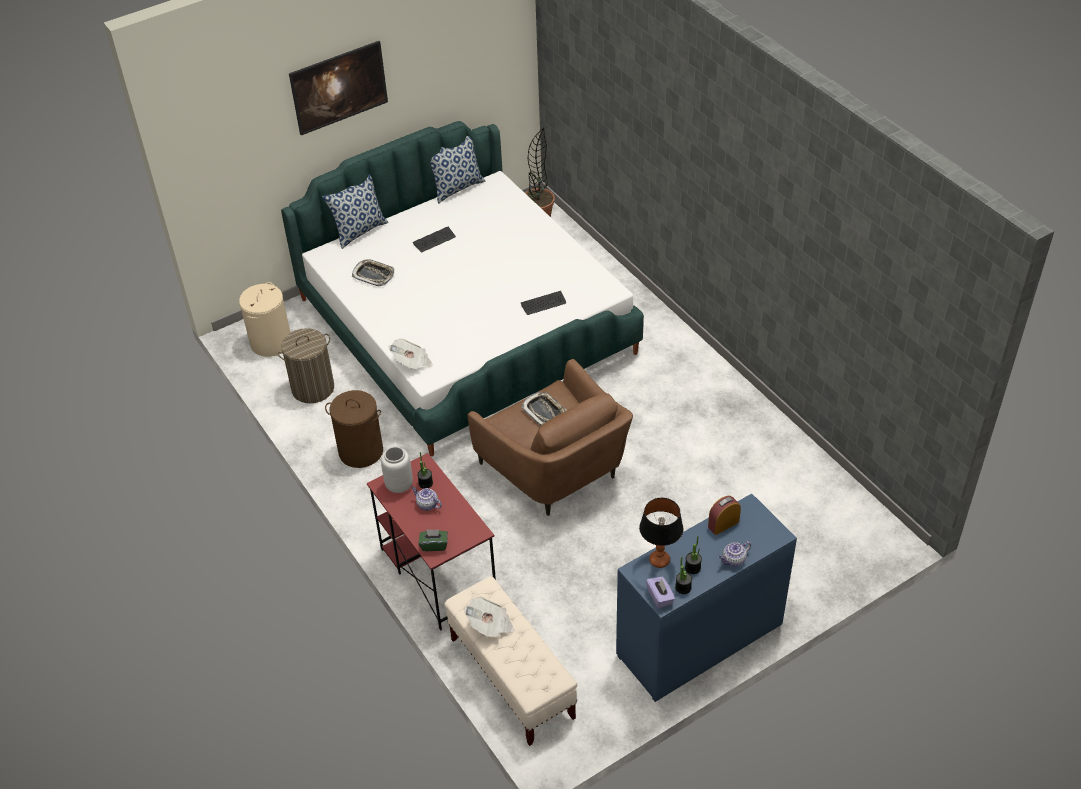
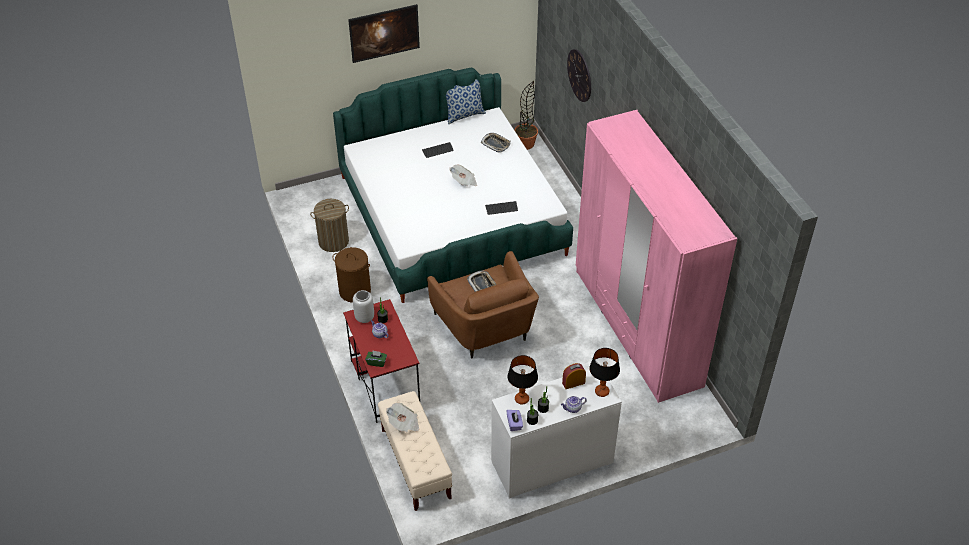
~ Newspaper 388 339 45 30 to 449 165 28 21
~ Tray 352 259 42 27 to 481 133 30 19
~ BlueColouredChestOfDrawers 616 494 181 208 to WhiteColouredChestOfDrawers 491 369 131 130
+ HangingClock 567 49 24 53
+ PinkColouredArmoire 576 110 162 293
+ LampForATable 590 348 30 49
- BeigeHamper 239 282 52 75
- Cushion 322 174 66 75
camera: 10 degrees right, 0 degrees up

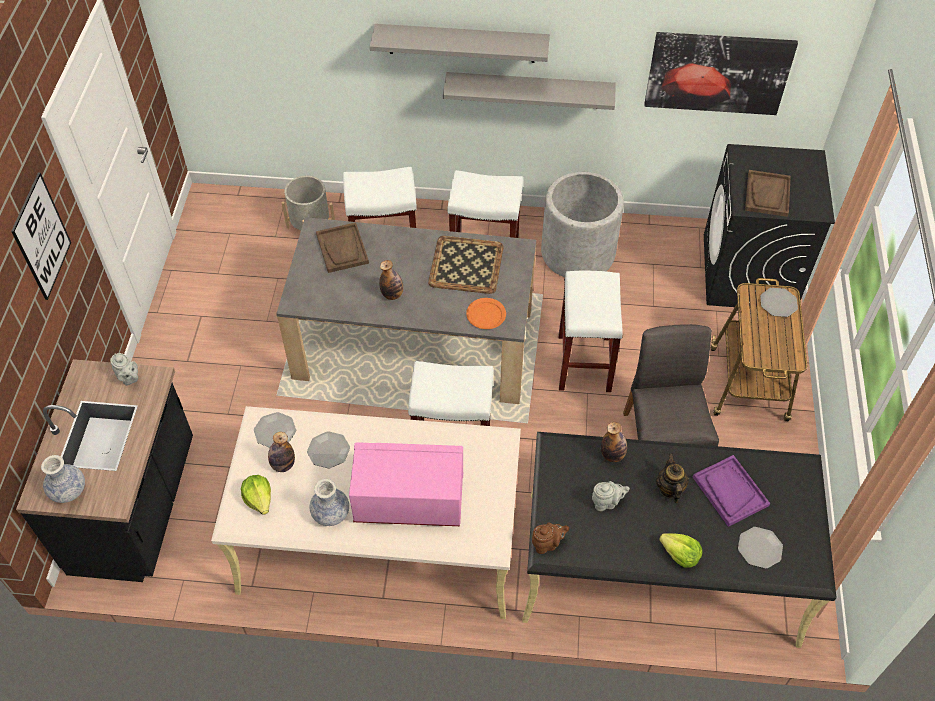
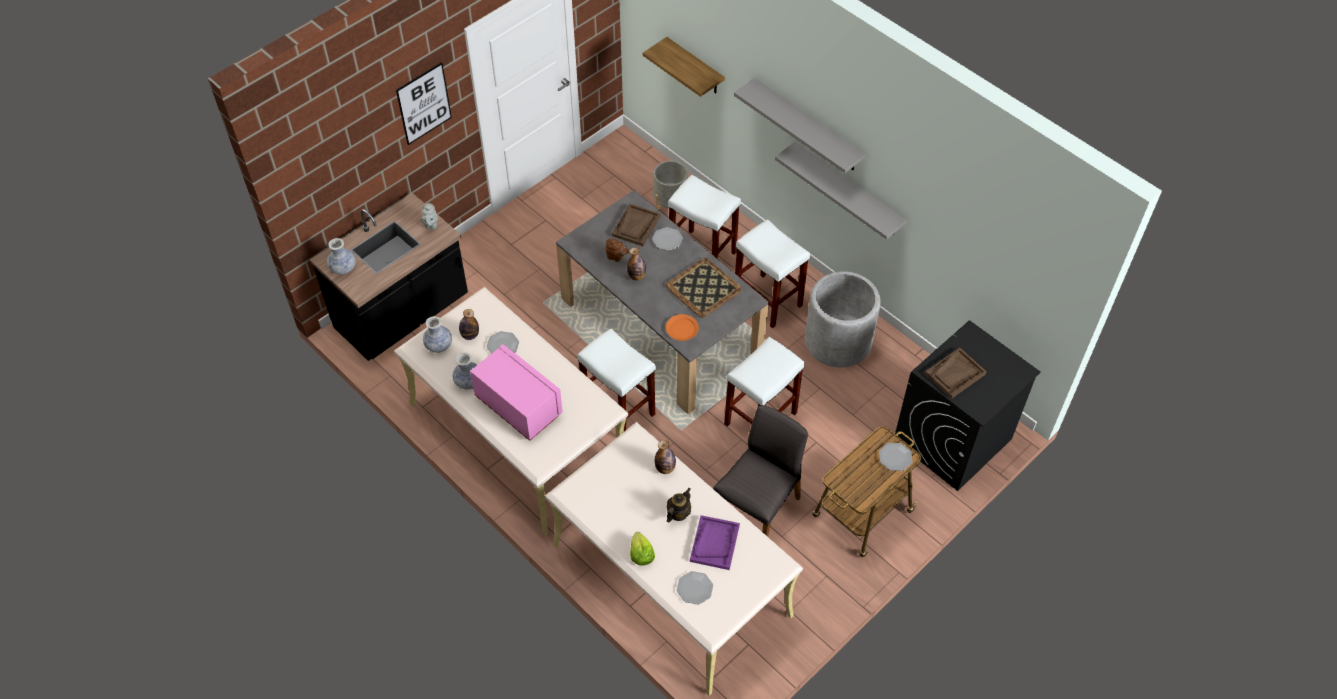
~ LettuceHead 241 475 30 40 to FlowerVase 423 316 29 37
~ BlackColouredDesk 522 432 315 216 to BeigeDesk 545 422 258 274
~ BrownColouredTeaPot 532 522 37 32 to 606 239 24 23
+ BracketShelf 643 37 82 60
~ Plate 254 412 42 36 to 652 227 31 24
- GreyTeaPot 592 481 38 30
- WallArt 644 32 154 83
camera: 40 degrees right, 0 degrees up

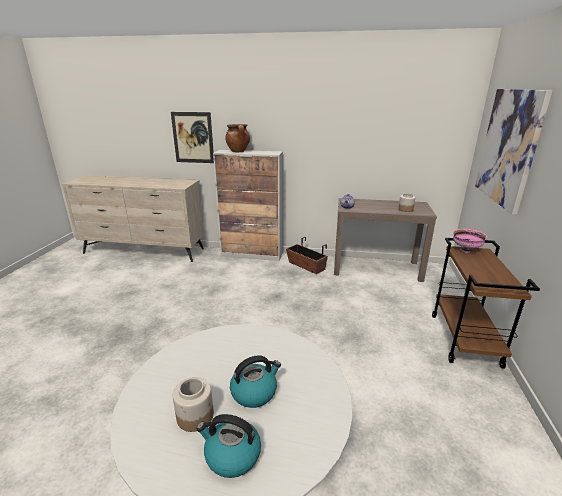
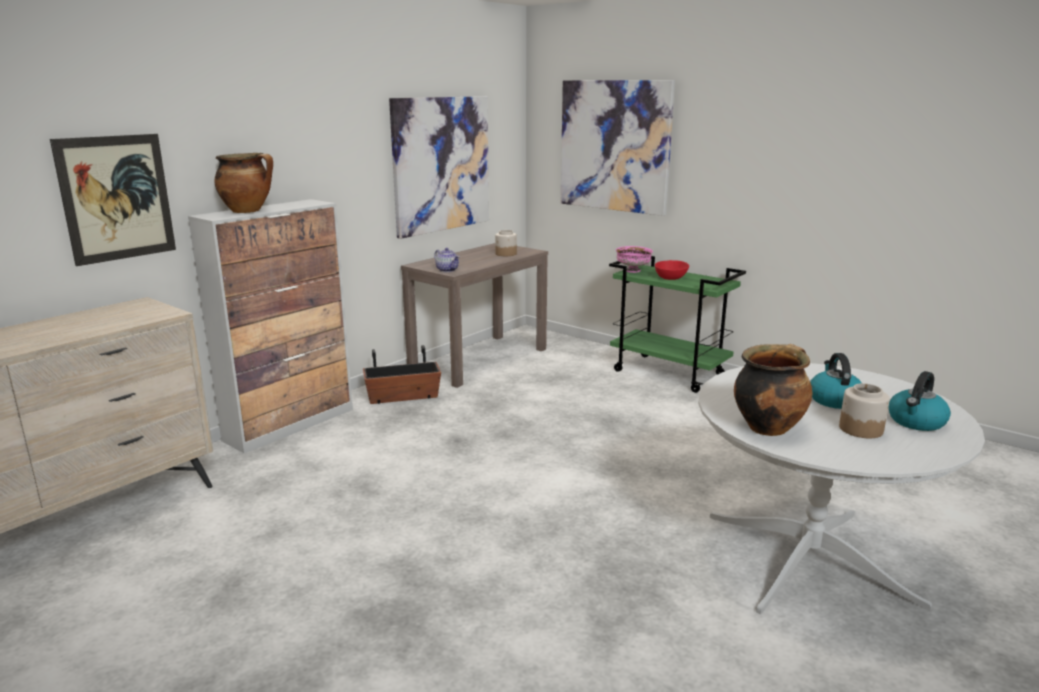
+ WallArt 389 96 100 143
~ BrownColouredTrolley 432 238 108 131 to GreenishTrolley 609 256 137 137
+ RedServingBowl 655 260 34 20
+ CookingPot 734 344 79 92
camera: 60 degrees left, 5 degrees down

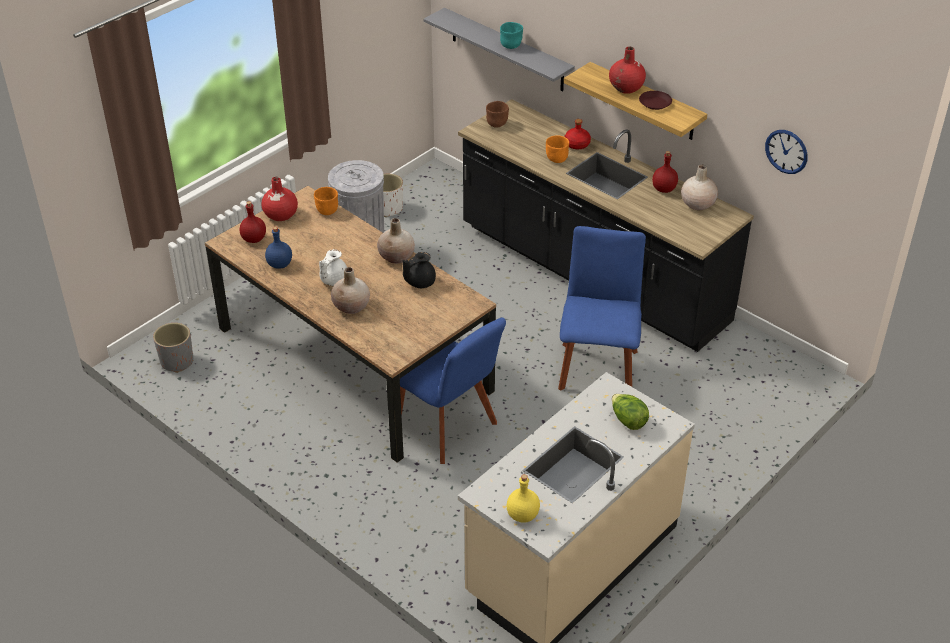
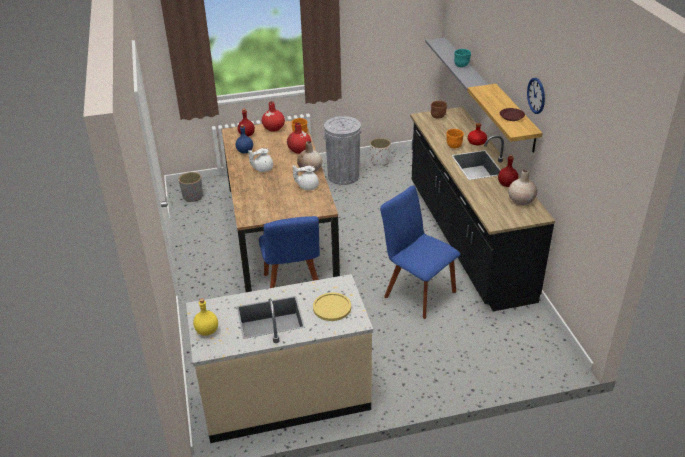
~ RedFlowerVase 609 46 37 48 to 287 123 24 31
~ BlackColouredTeaPot 403 252 33 36 to WhiteColouredTeaPot 293 165 26 25
~ LettuceHead 612 394 37 36 to YellowColouredPlate 313 293 38 28
~ BlueColouredChair 558 226 88 164 = 380 186 80 133 90 degrees counterclockwise
~ HangingClock 765 130 43 44 to 527 78 18 36
- BeigeFlowerVase 331 267 39 47
camera: 35 degrees right, 5 degrees down

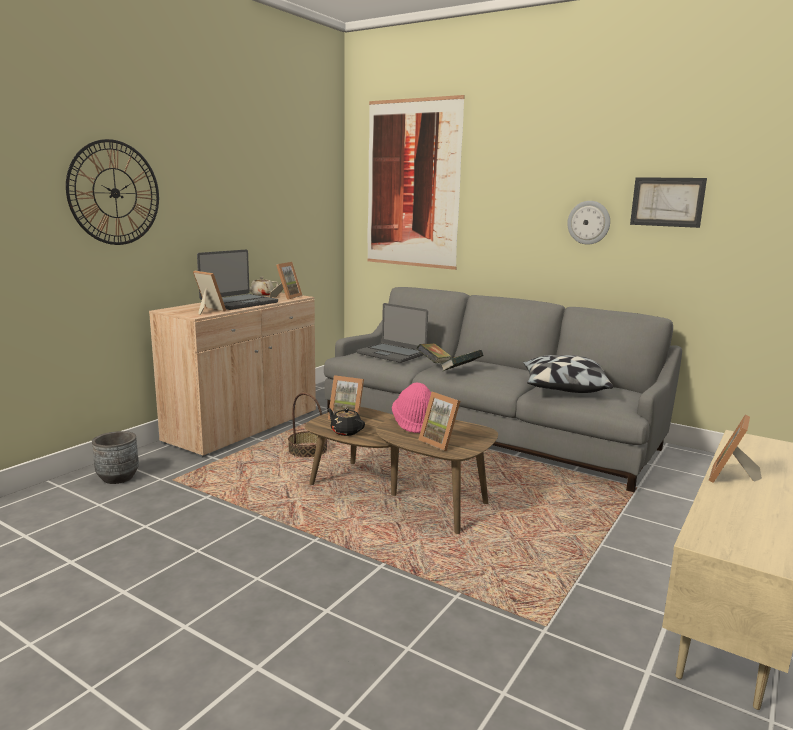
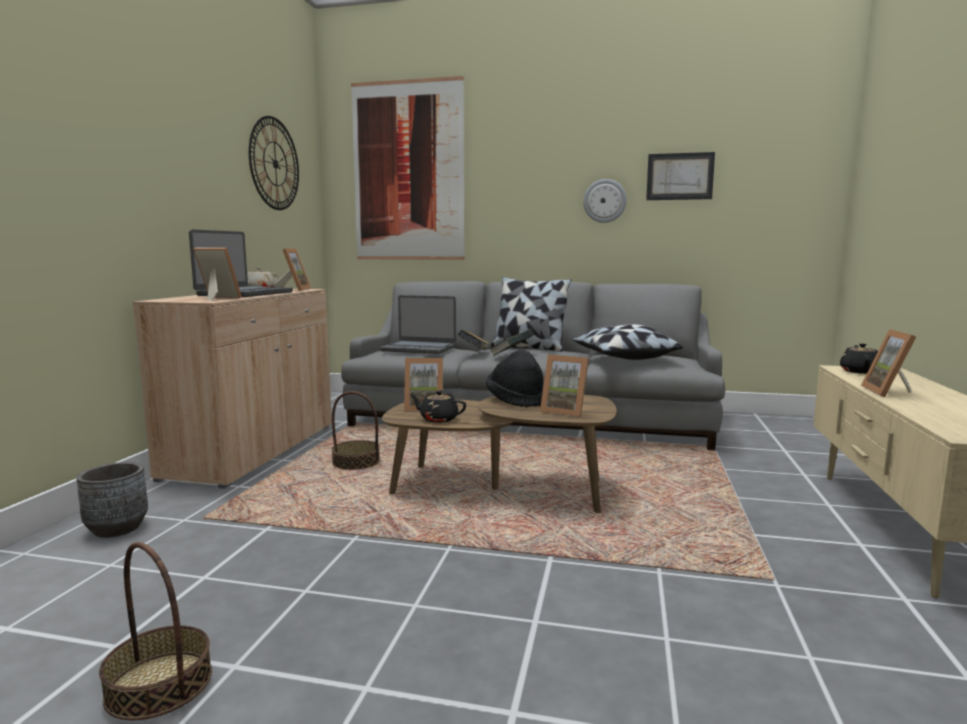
+ HouseholdBasket 99 542 113 179
~ HangingClock 66 139 93 106 to 249 116 50 94
~ PinkColouredClothingHat 392 383 39 50 to BlackColouredClothingHat 486 350 57 57
+ Cushion 491 277 80 75
+ BlackColouredTeaPot 840 343 38 31
camera: 20 degrees left, 5 degrees down

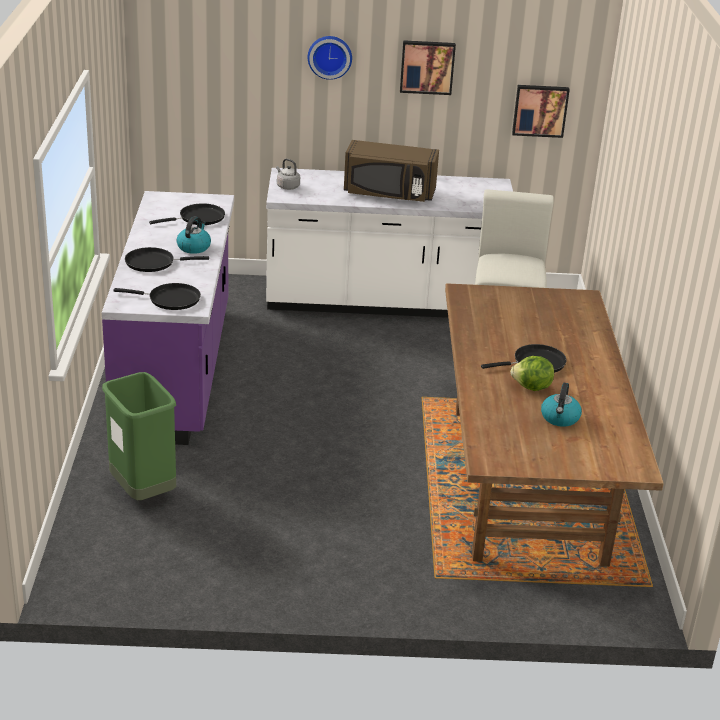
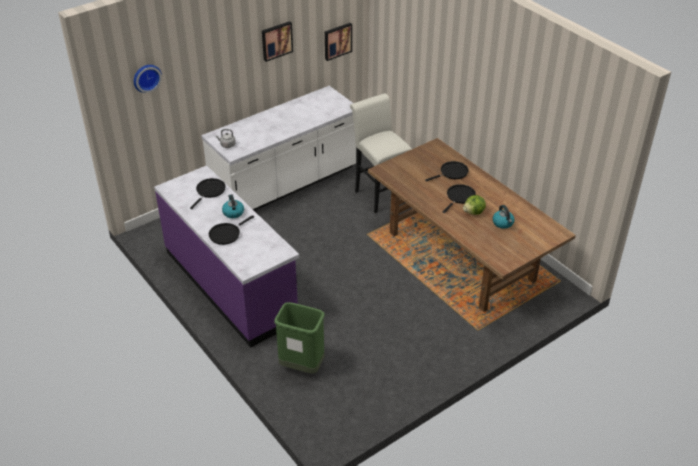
~ HangingClock 308 36 44 44 to 134 65 28 28
~ BlackColouredSkillet 113 283 88 27 to 425 161 44 21
- BrownColouredMicrowave 344 140 95 62
camera: 35 degrees left, 10 degrees up

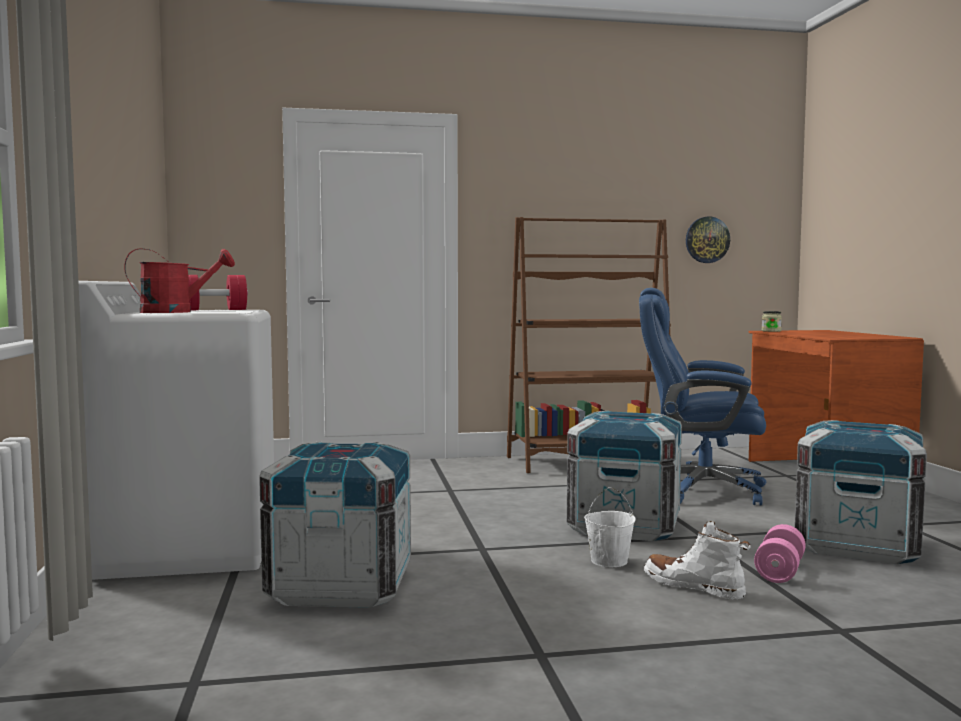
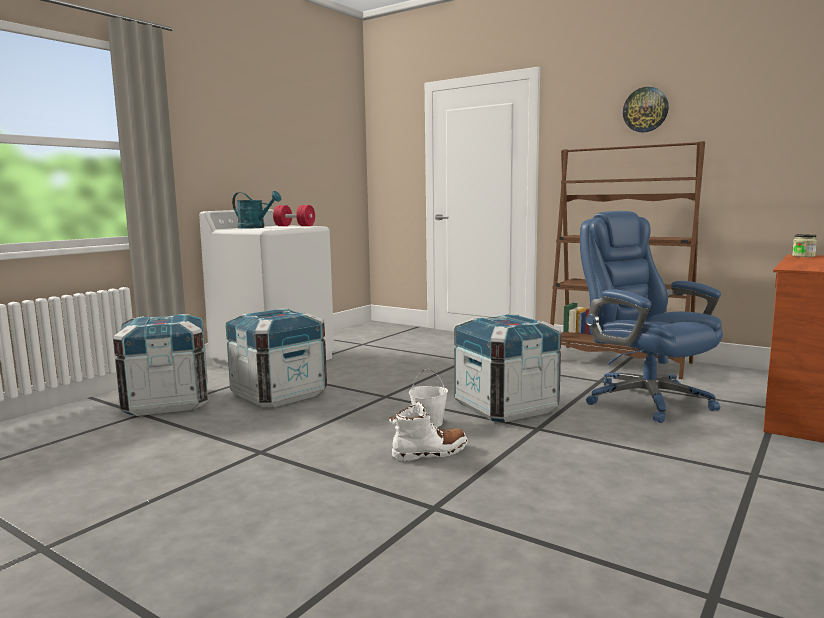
~ PackingCrate 795 420 132 144 to 113 314 95 102
~ RedSprinklingCan 124 248 111 65 to TurquoiseSprinklingCan 232 191 49 38
~ WhiteColouredBoot 644 521 107 78 = 389 402 79 60 75 degrees clockwise
~ HangingClock 686 217 44 46 to 623 87 46 46
- PinkColouredHandWeight 754 524 52 59
camera: 45 degrees right, 5 degrees up

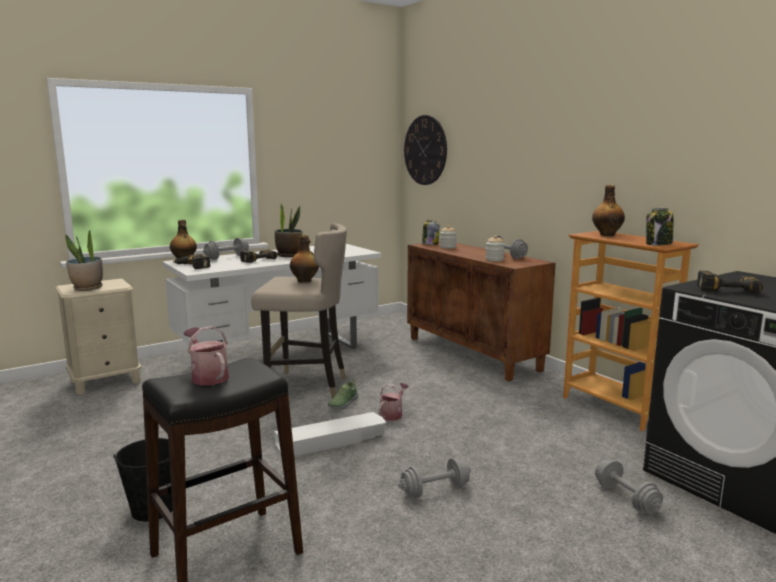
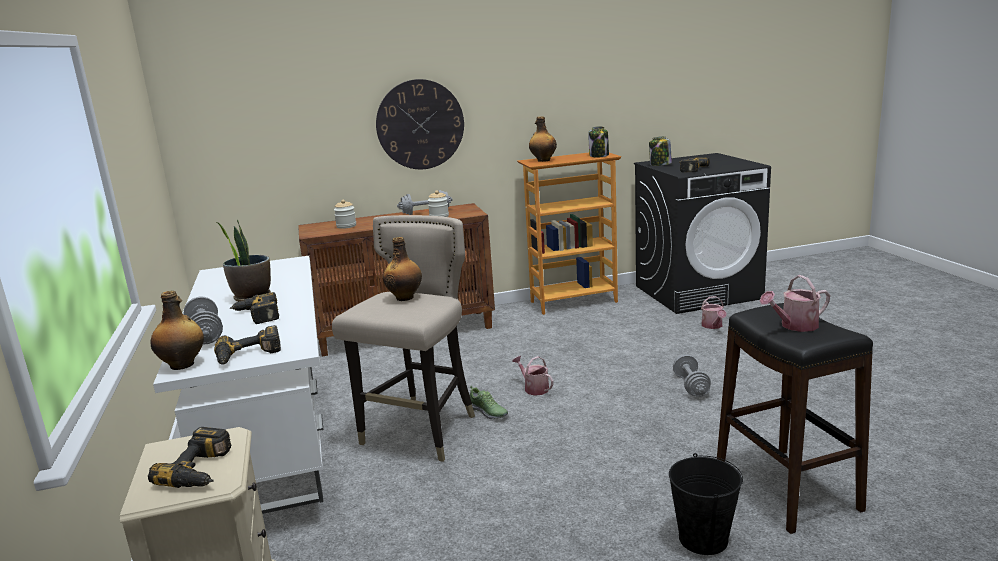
~ PottedPlant 65 229 38 62 to PowerDrill 148 427 83 61
~ HangingClock 404 115 43 70 to 376 79 88 90
~ StorageJar 422 220 17 25 to 649 136 23 30
~ GreyHandWeight 595 459 68 55 to SprinklingCan 701 296 26 33
- WhiteColouredStorageContainer 275 412 112 45
camera: 70 degrees left, 5 degrees up

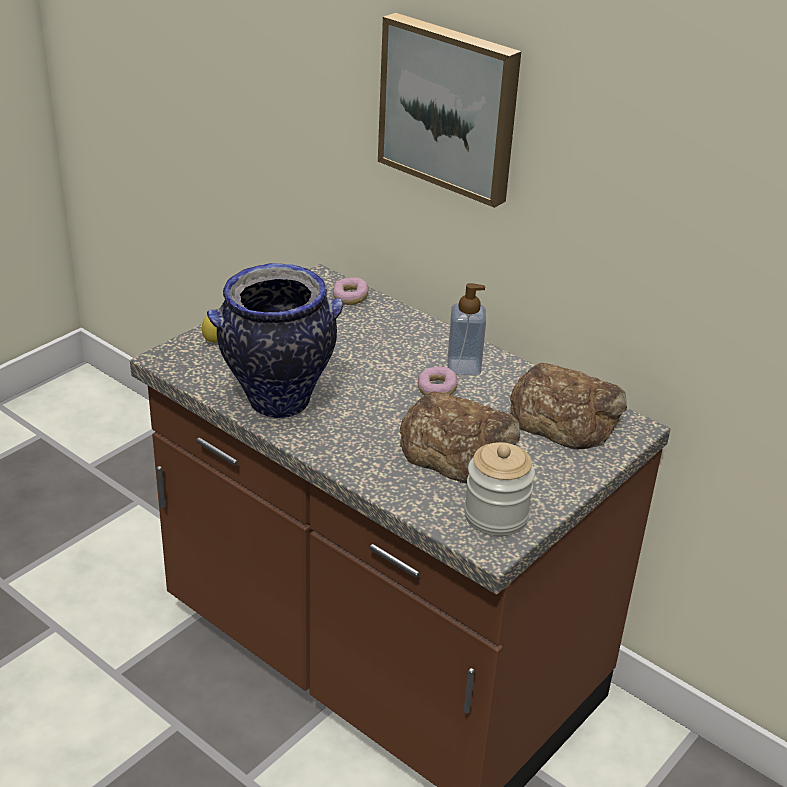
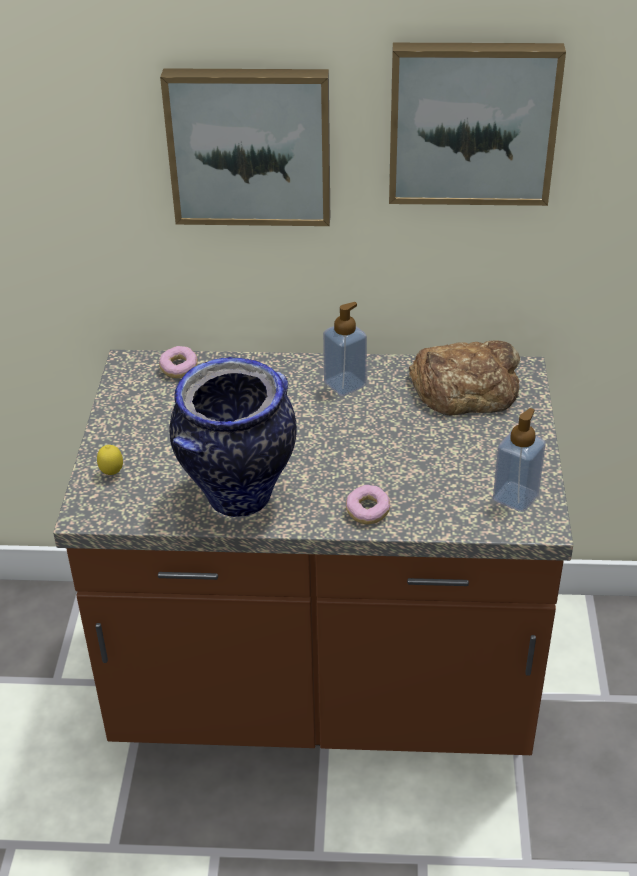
~ Donut 418 367 40 28 to 346 485 44 39
+ WallArt 389 43 177 163
~ StorageJar 464 442 71 94 to SoapBottle 493 408 53 104
- Bread 400 392 120 91
camera: 35 degrees left, 5 degrees up

